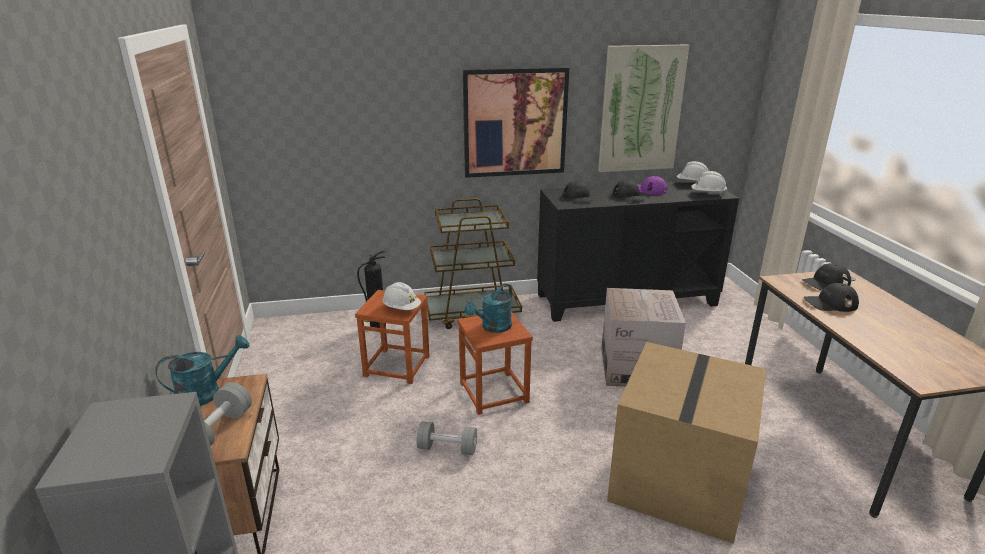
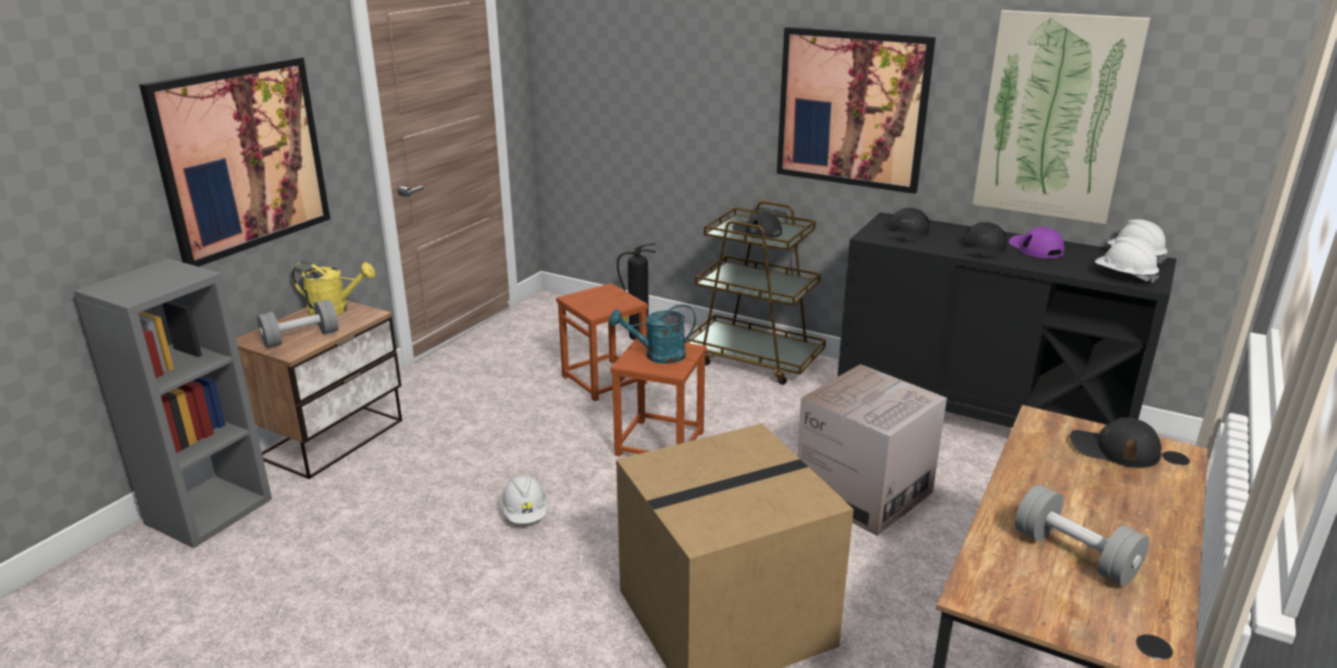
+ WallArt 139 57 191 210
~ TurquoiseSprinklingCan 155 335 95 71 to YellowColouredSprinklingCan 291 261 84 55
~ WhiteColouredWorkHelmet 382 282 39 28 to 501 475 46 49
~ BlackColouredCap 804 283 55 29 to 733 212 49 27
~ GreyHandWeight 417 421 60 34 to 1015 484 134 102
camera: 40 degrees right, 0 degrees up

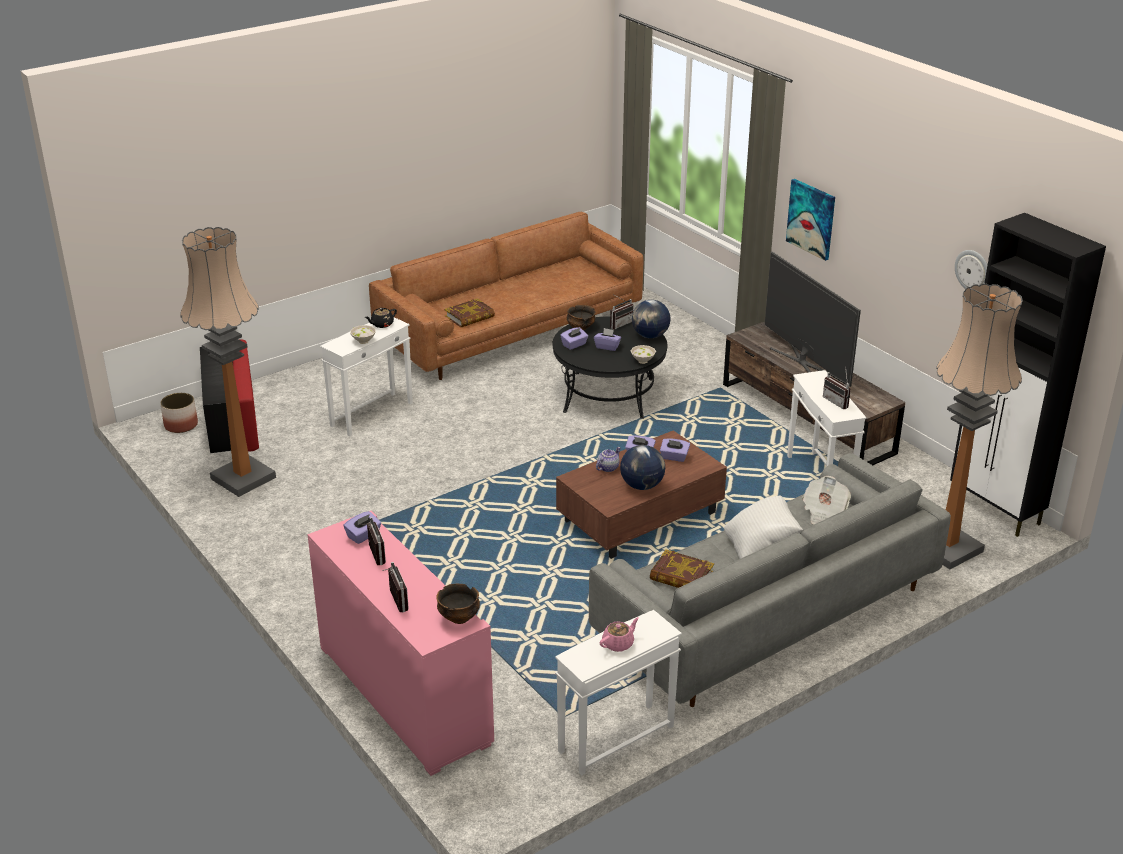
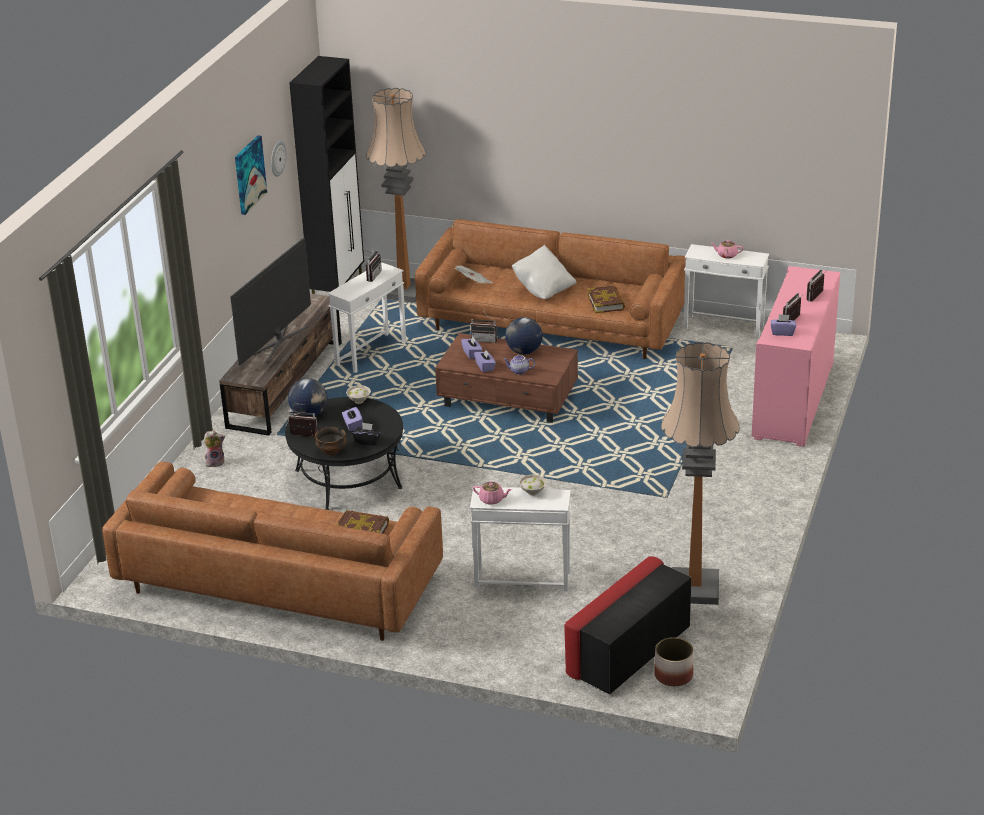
+ PlushToy 203 430 22 37
~ WallArt 786 179 49 82 to 235 135 32 80
~ PurpleBoxOfTissues 560 327 28 23 to BlackColouredBoxOfTissues 352 422 29 24
~ GreyCouch 589 453 362 254 to BrownColouredCouch 415 219 271 140
+ Radio 471 311 26 32
~ BlackColouredTeaPot 365 308 32 20 to PinkColouredTeaPot 473 482 39 23
- ServingBowl 436 584 44 40
camera: 125 degrees left, 0 degrees up

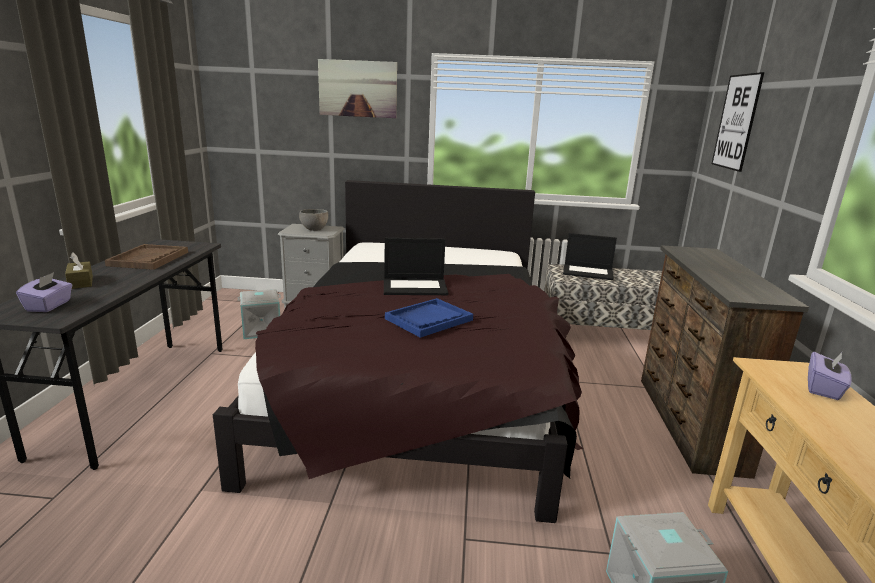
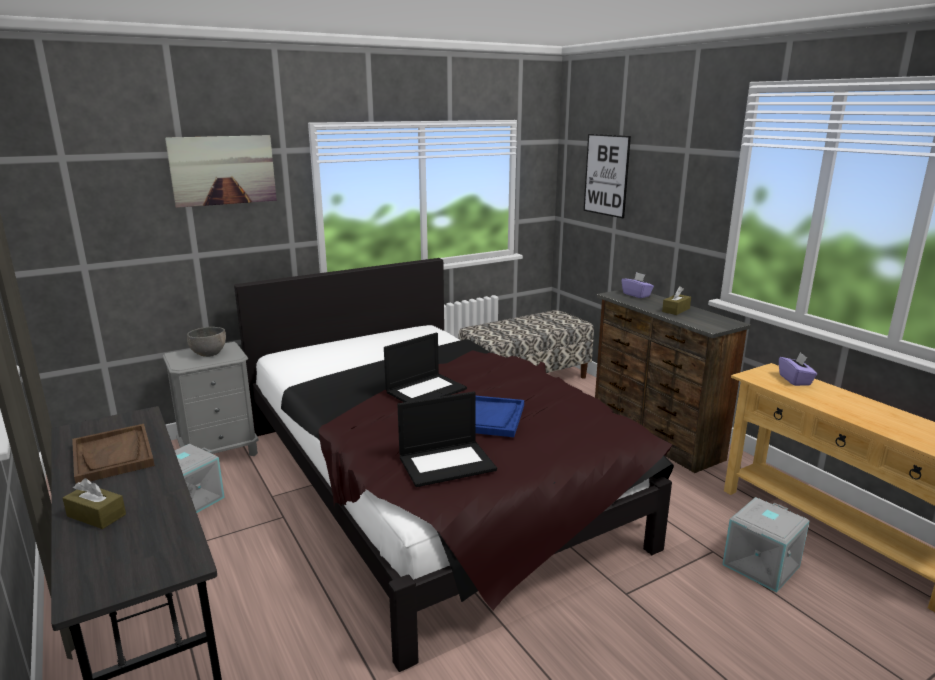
~ PortableComputer 563 233 54 47 to 397 392 100 95
~ PurpleBoxOfTissues 16 272 56 40 to 621 272 33 26
+ BrownColouredBoxOfTissues 662 286 29 29
camera: 35 degrees left, 0 degrees up

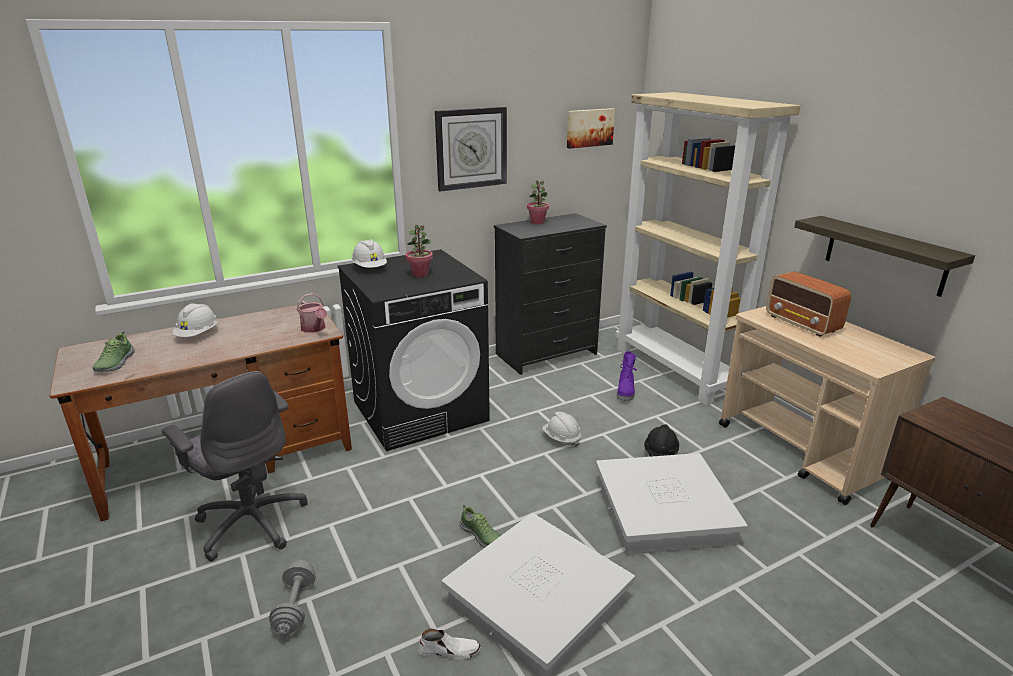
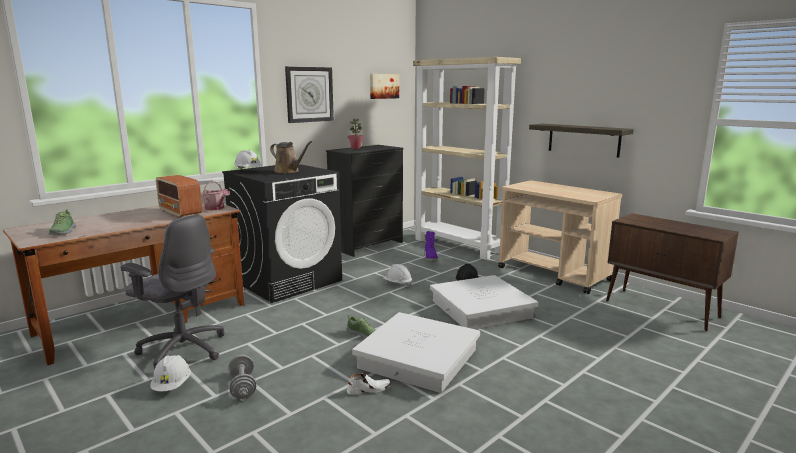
~ WhiteColouredWorkHelmet 172 303 46 34 to 150 355 41 36
~ Radio 766 271 85 66 to 156 175 46 43
~ PottedPlant 405 225 28 52 to BrownColouredSprinklingCan 270 141 42 32
camera: 15 degrees left, 10 degrees down

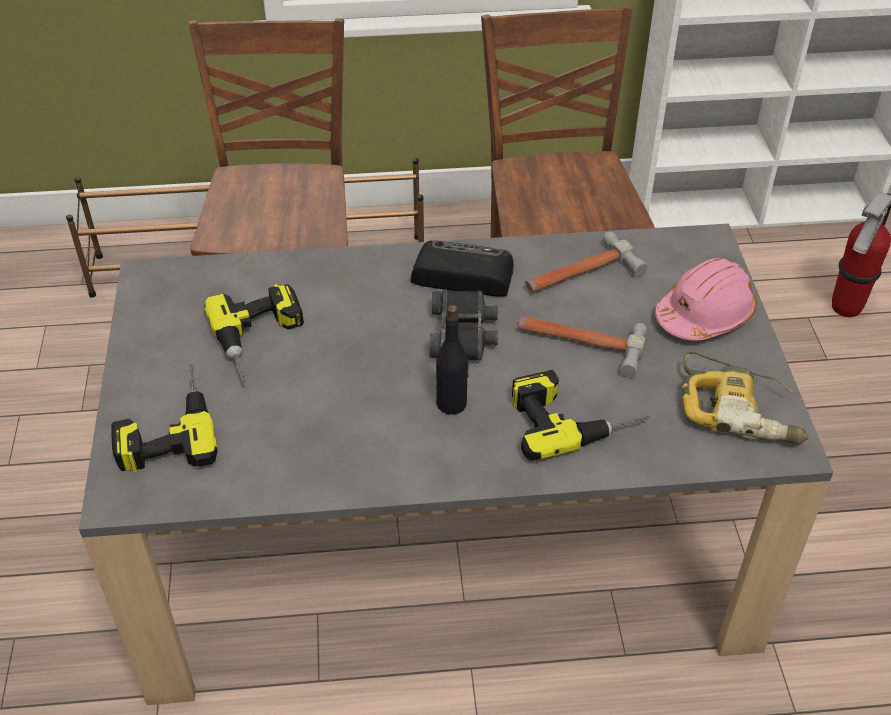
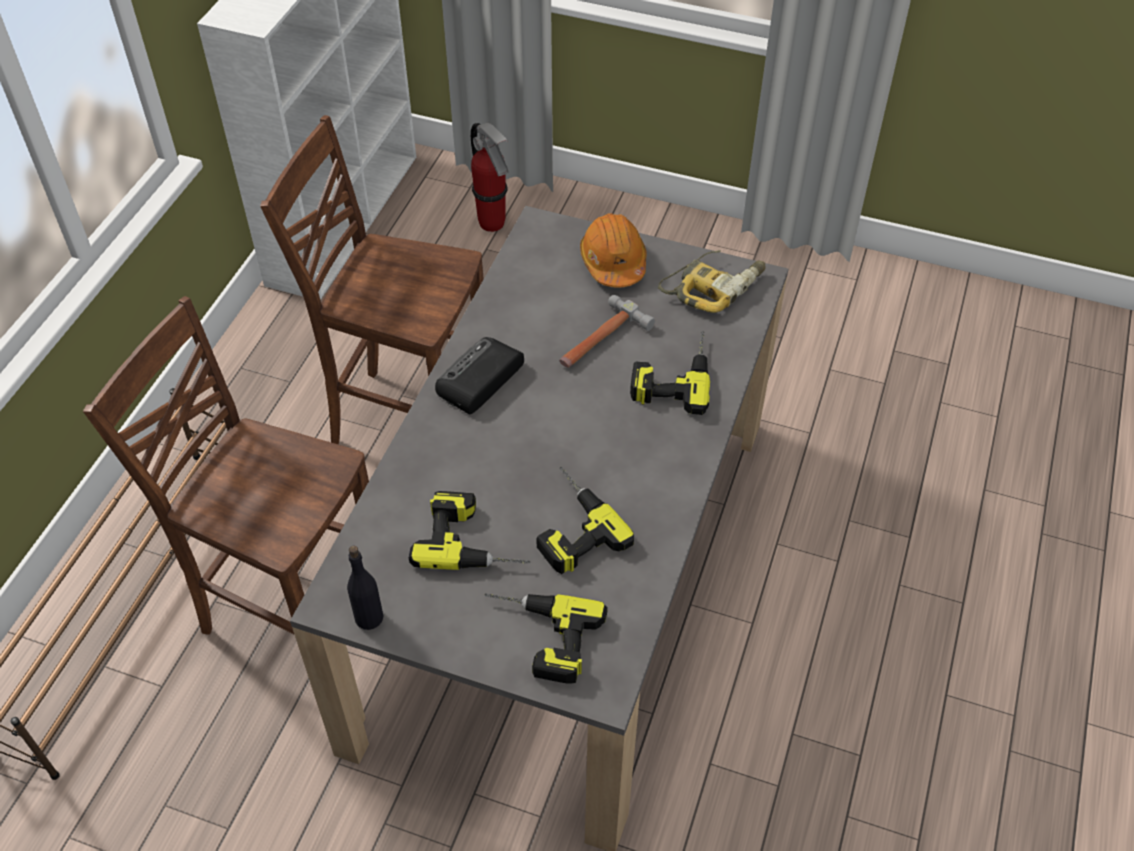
~ BlackColouredBottle 436 305 33 110 to 347 546 37 84
+ PowerDrill 536 467 98 107
~ PinkColouredWorkHelmet 655 258 102 82 to OrangeyWorkHelmet 580 213 67 75
- BlackColouredPairOfBinoculars 429 290 69 71
- ToolHammer 525 231 122 61
camera: 65 degrees left, 5 degrees up

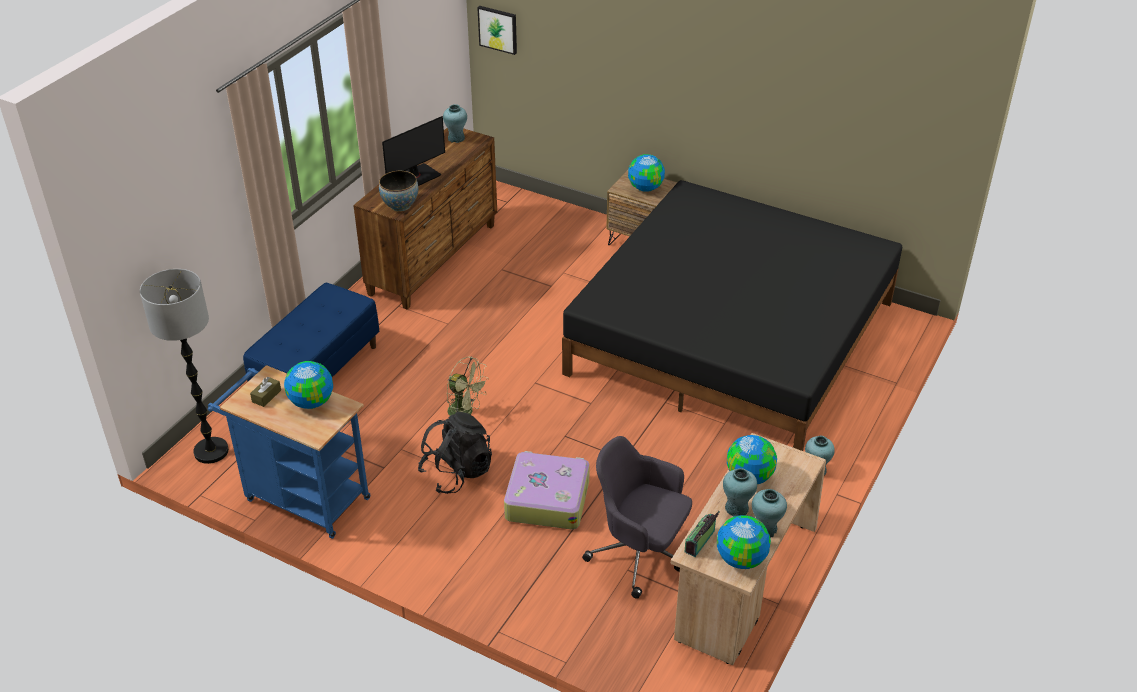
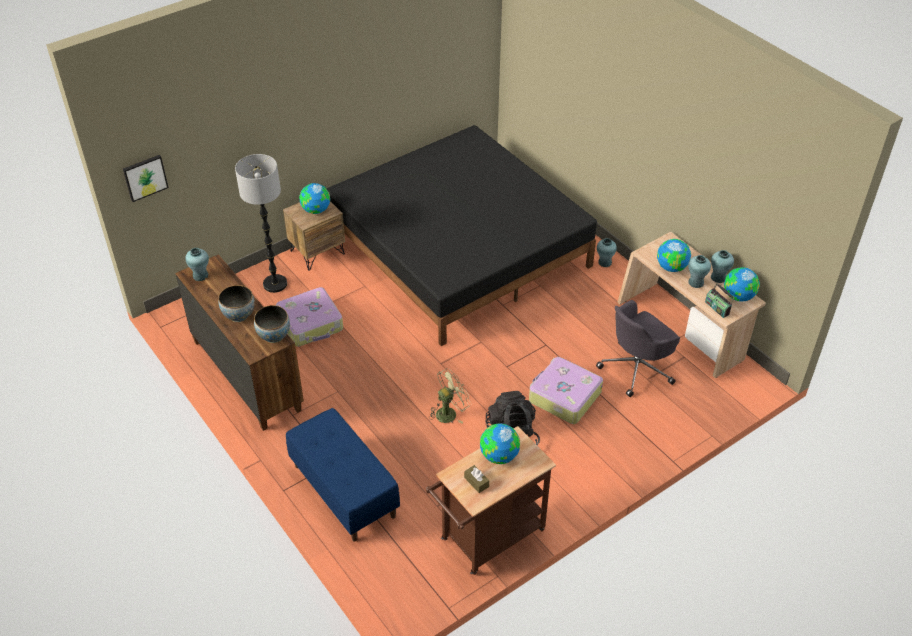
~ Monitor 382 116 63 70 to ServingBowl 218 285 37 37
~ StandardLamp 140 269 89 195 to 235 154 52 139
+ PieceOfLuggage 276 287 67 60
~ BlueColouredTrolley 208 365 162 174 to BrownColouredTrolley 426 426 130 149
camera: 65 degrees left, 5 degrees up

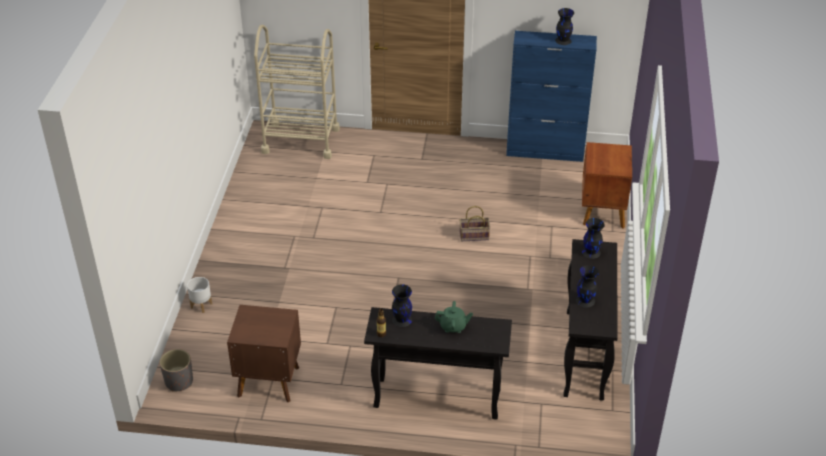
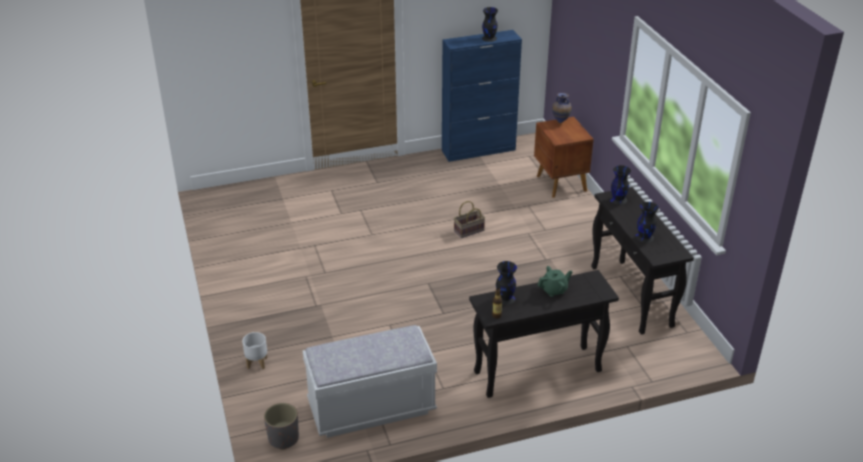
~ BrownColouredNightstand 227 305 74 97 to WhiteColouredLongSeat 303 325 134 113
+ FlowerVase 552 93 20 30
- BeigeTrolley 254 24 86 135
camera: 25 degrees left, 5 degrees down

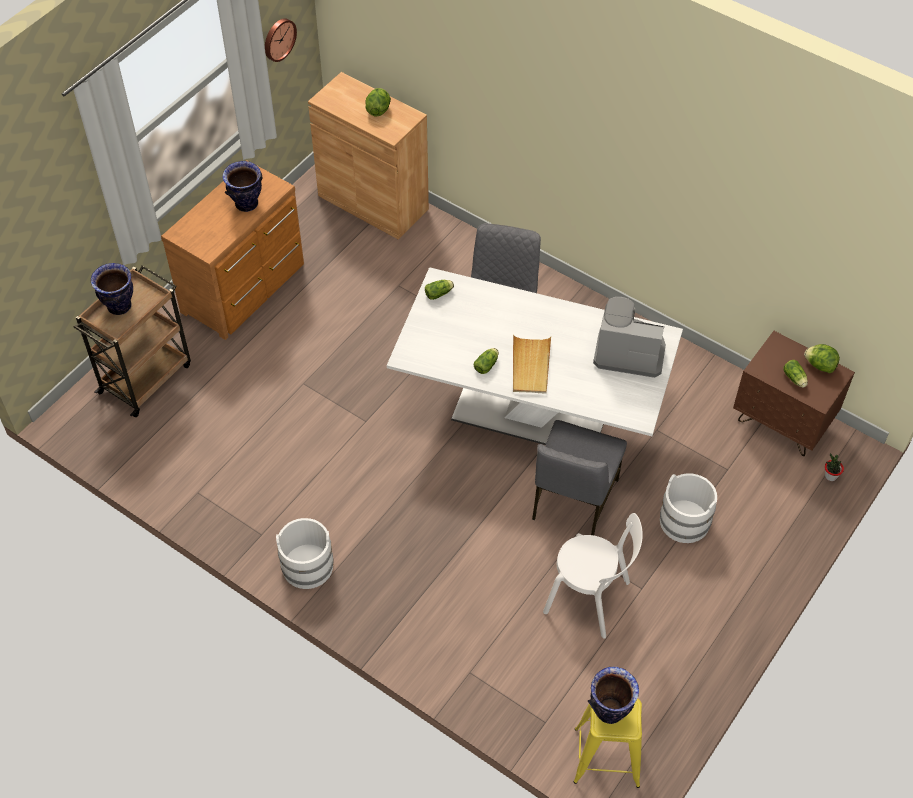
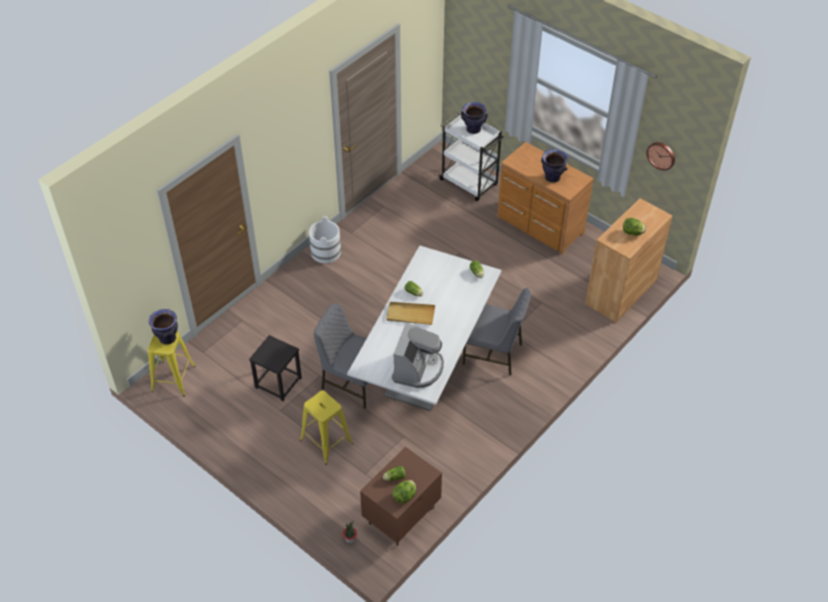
~ WhiteColouredChair 543 513 100 126 to BlackColouredStoolSeat 249 335 53 66
~ WhiteColouredPail 660 473 57 70 to YellowColouredStoolSeat 300 390 53 74
~ BrownColouredTrolley 73 265 118 152 to WhiteColouredTrolley 438 111 66 90
camera: 95 degrees right, 5 degrees down

